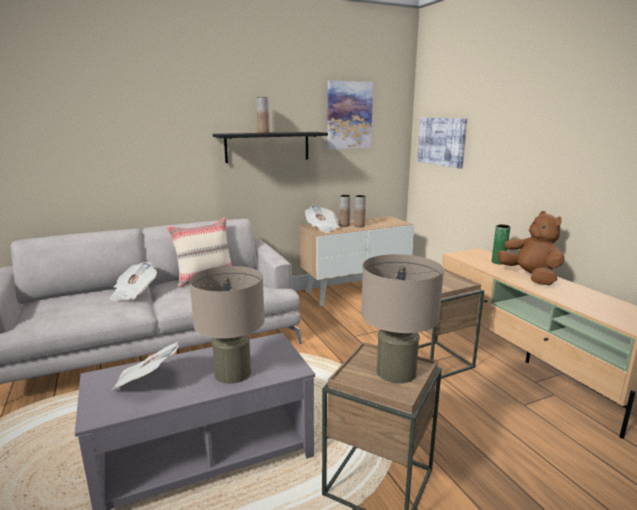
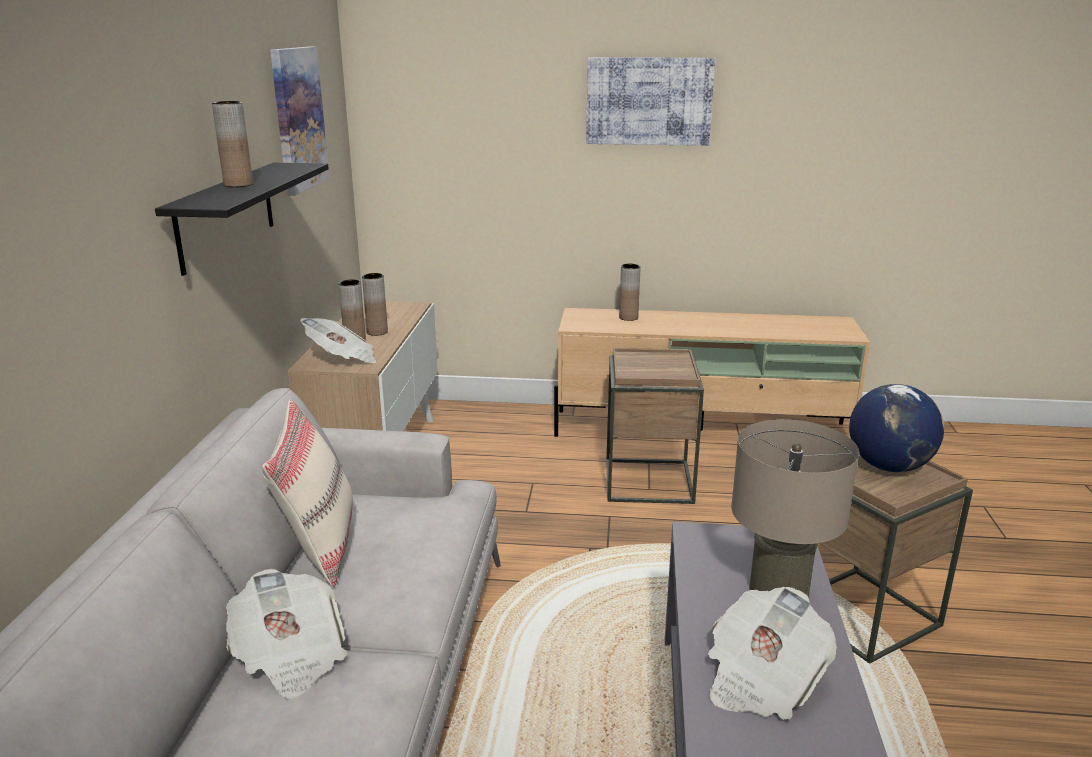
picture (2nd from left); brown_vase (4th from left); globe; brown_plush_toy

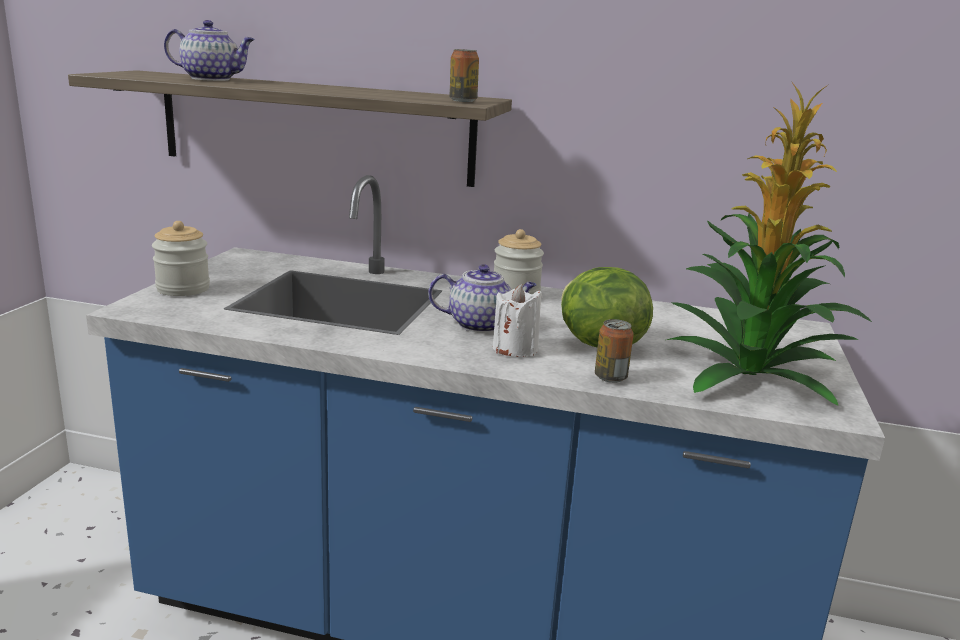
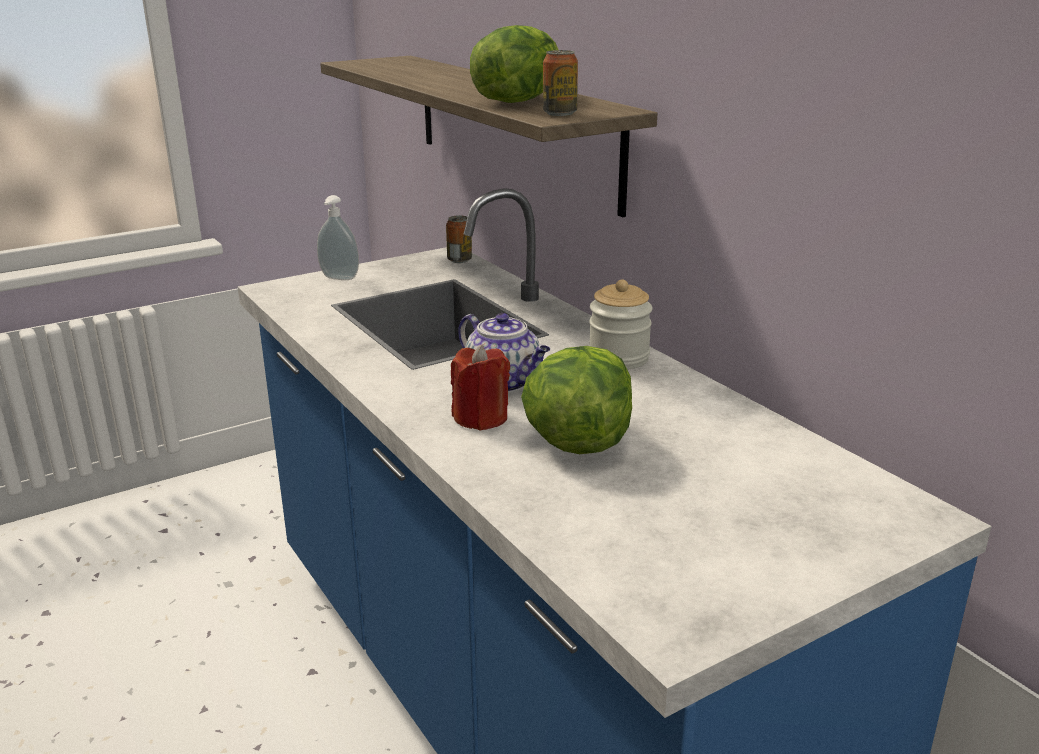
soap_dispenser; can (1st from left); red_candle; lettuce (1st from left); teapot (1st from left in the first image); potted_plant

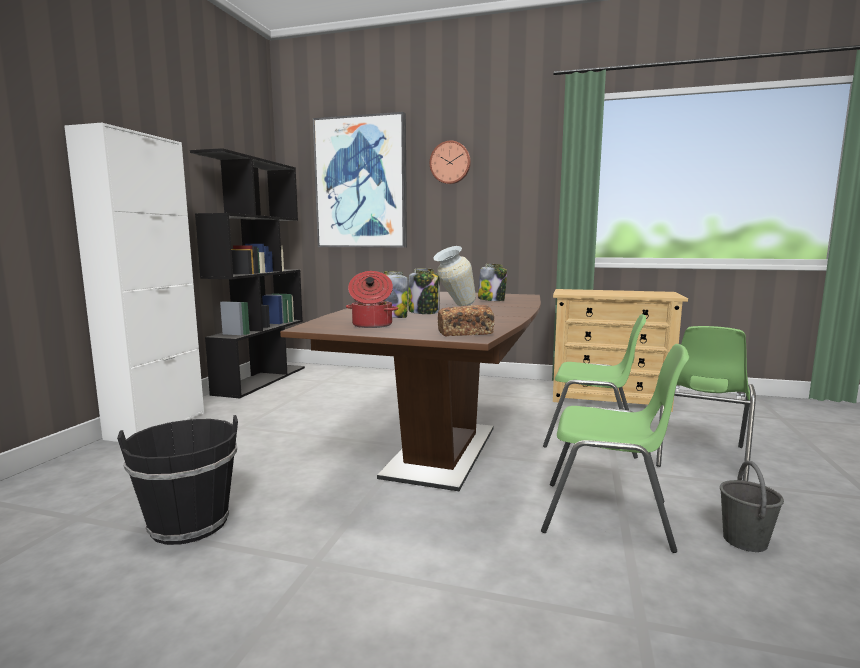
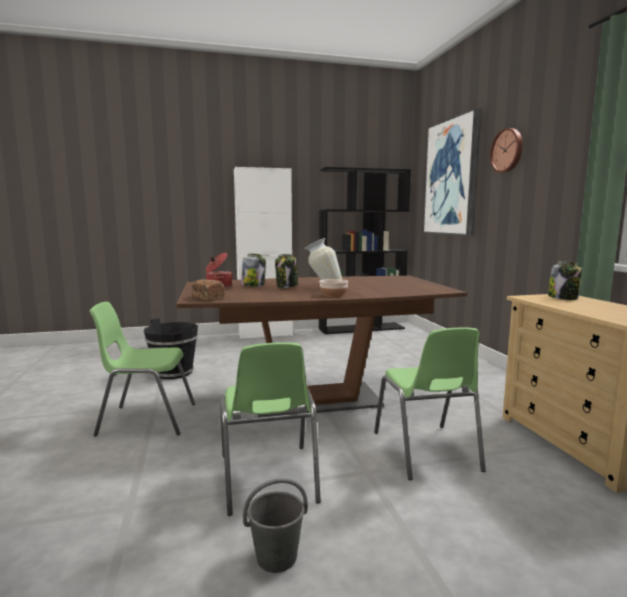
green_chair (1st from left); bowl; jar (3rd from left)

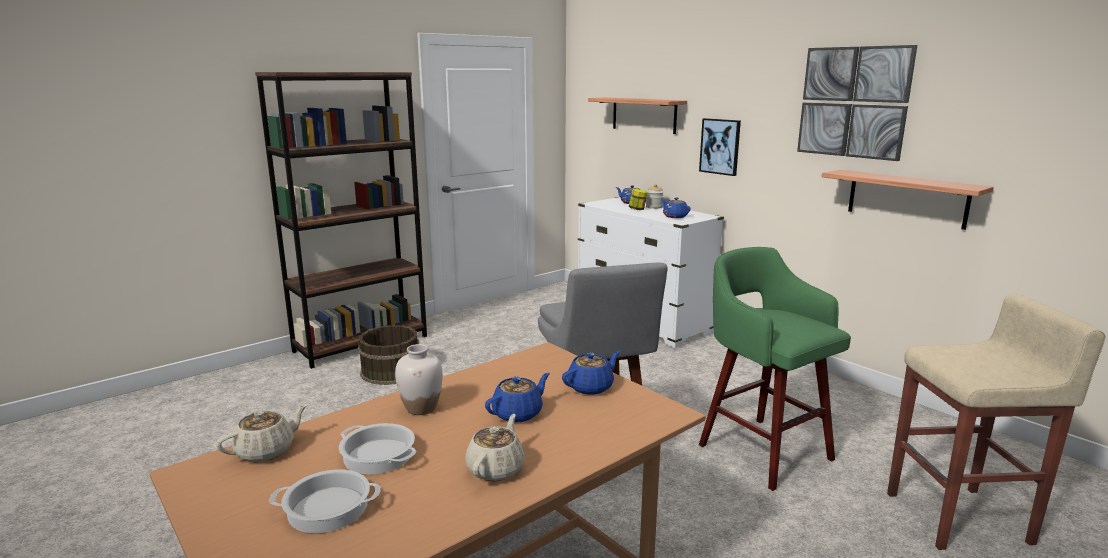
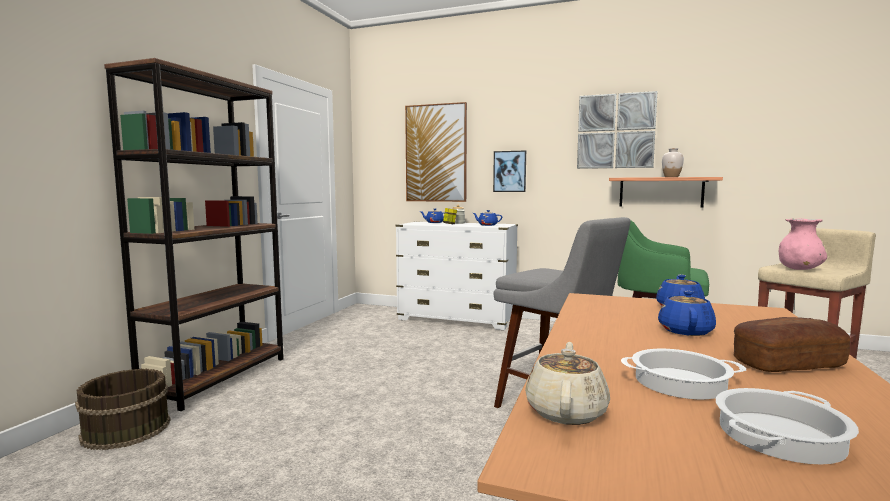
brown_bucket; picture (1st from left); white_vase; bread; pink_vase

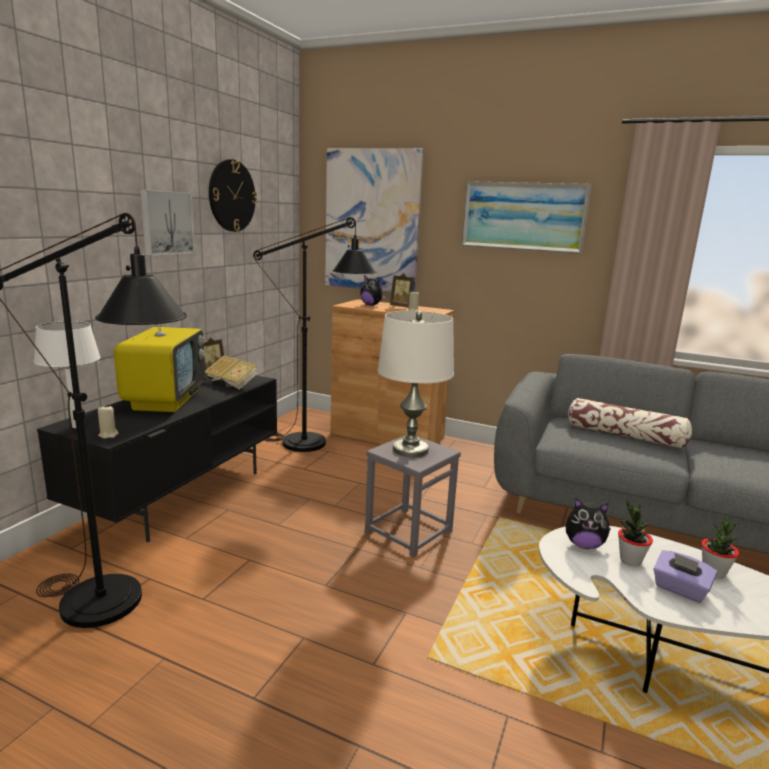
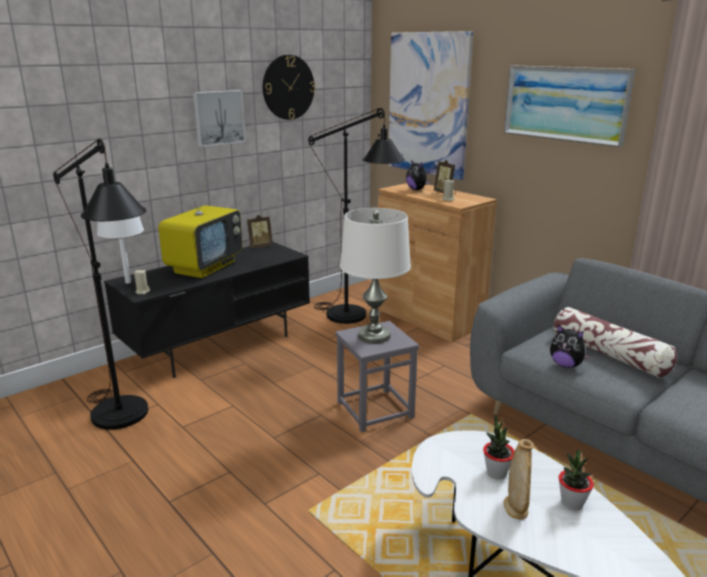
beige_vase; plush_toy (2nd from left); book

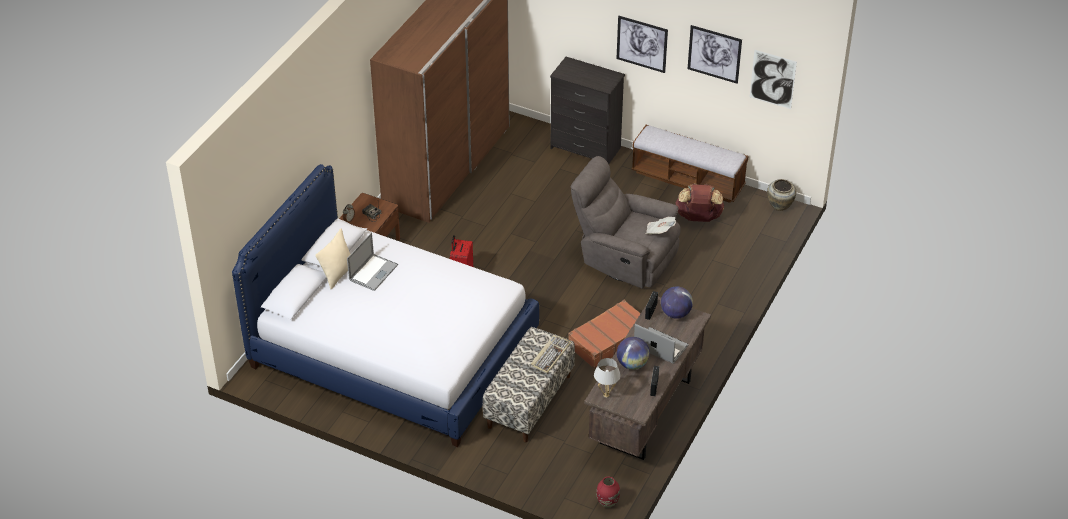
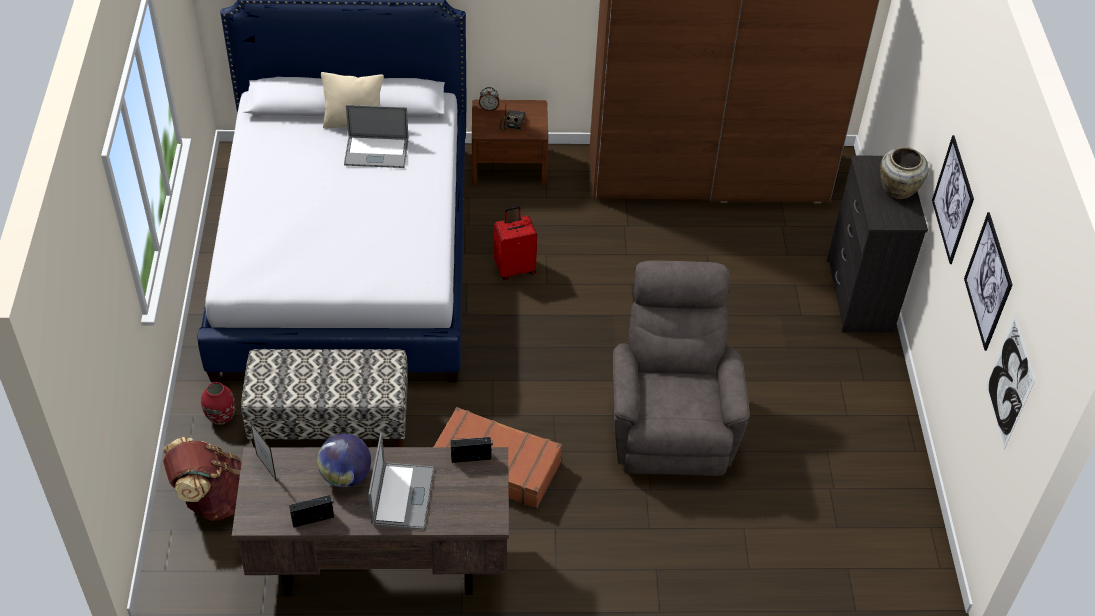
brown_backpack; red_vase; picture_frame; beige_vase; keyboard; bench (2nd from left in the first image); newspaper; globe (2nd from left in the first image)

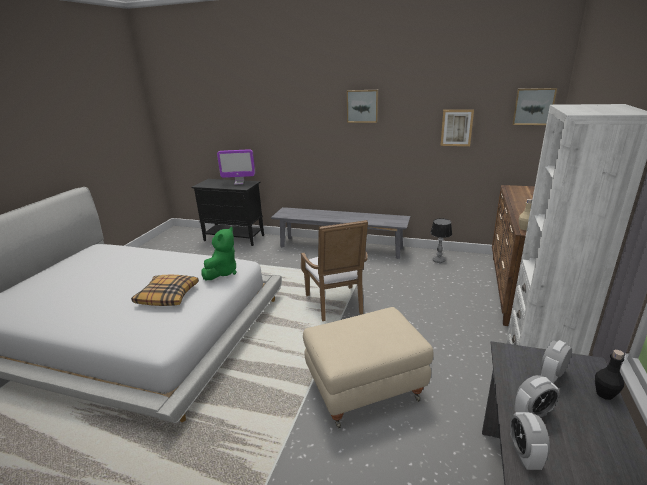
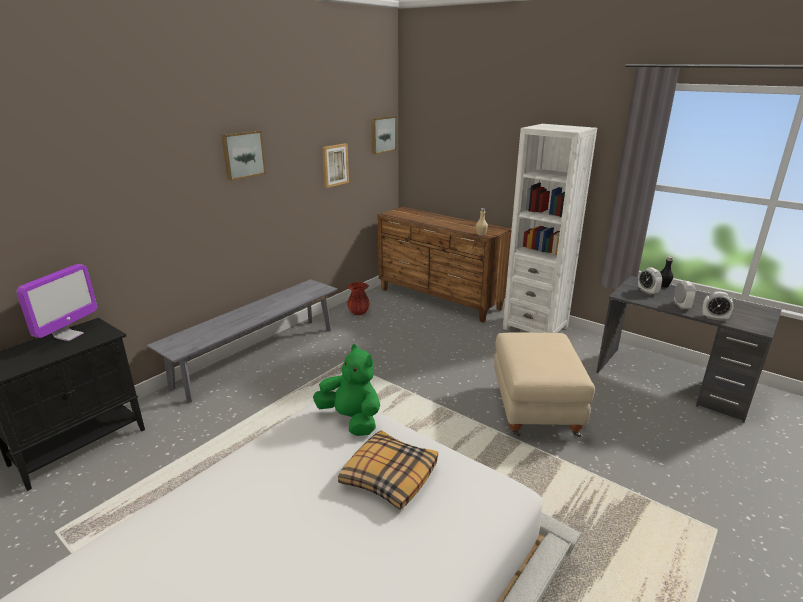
red_vase; white_armchair

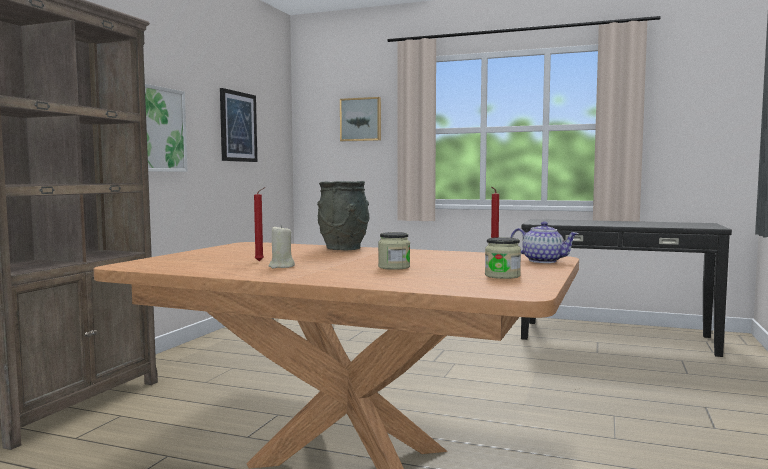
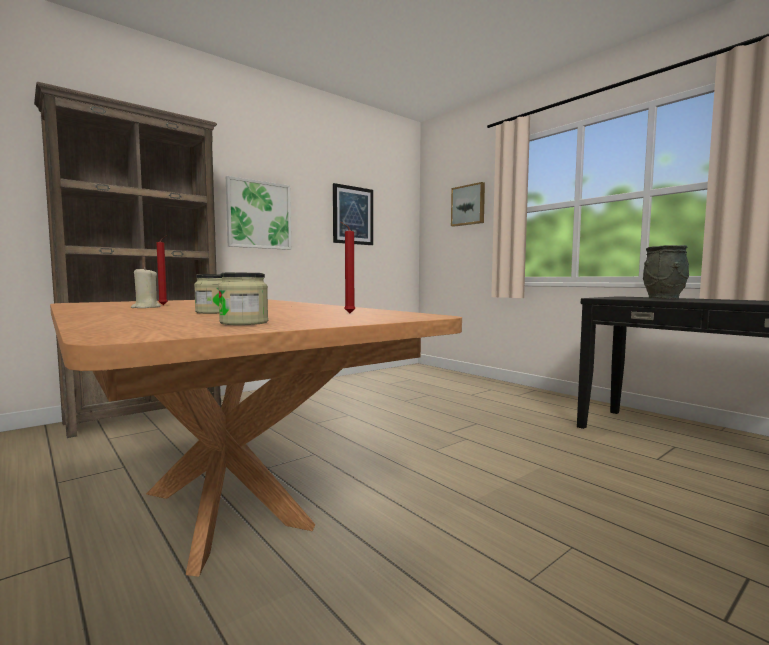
grey_vase; teapot

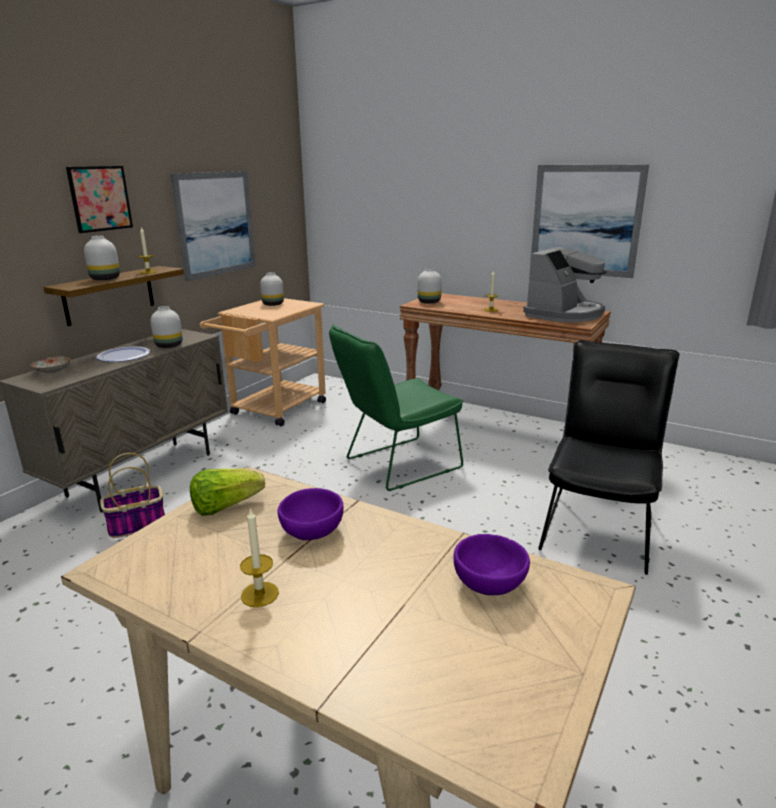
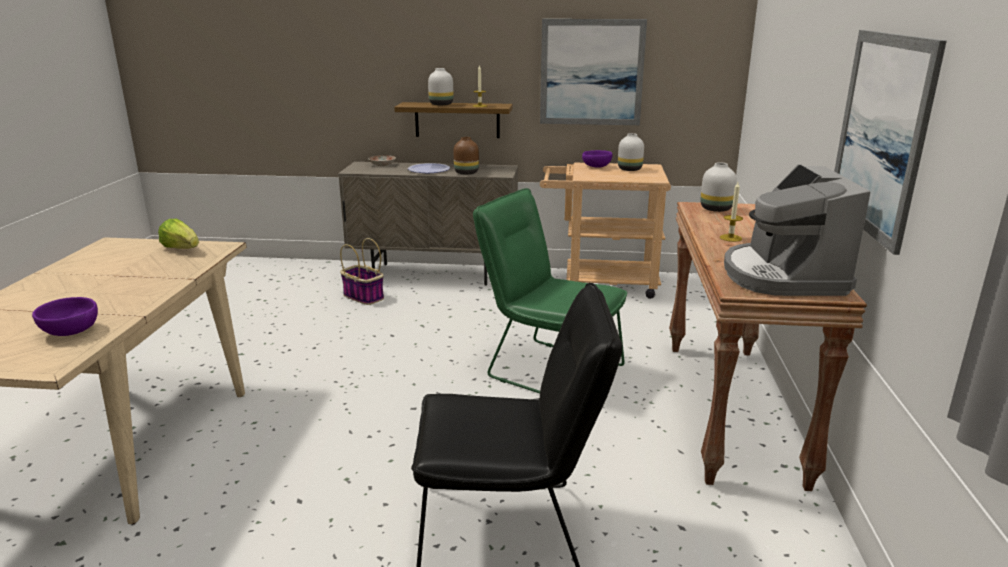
brown_vase; purple_bowl (2nd from left); coffee_machine; picture (1st from left in the first image); candle (2nd from left in the first image)

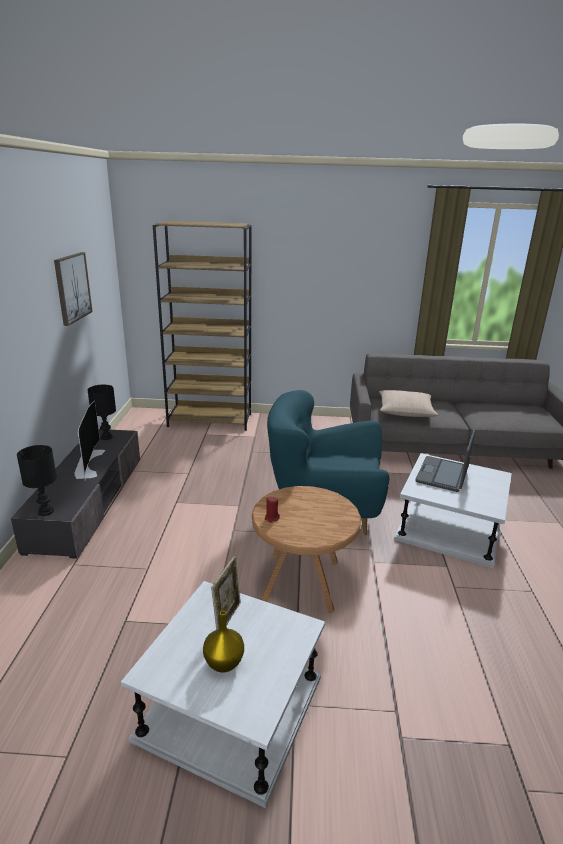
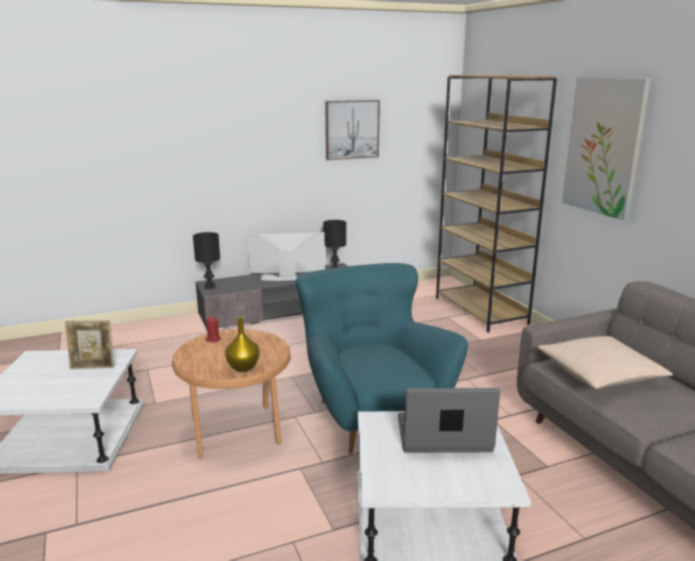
yellow_vase; television; picture (2nd from left)

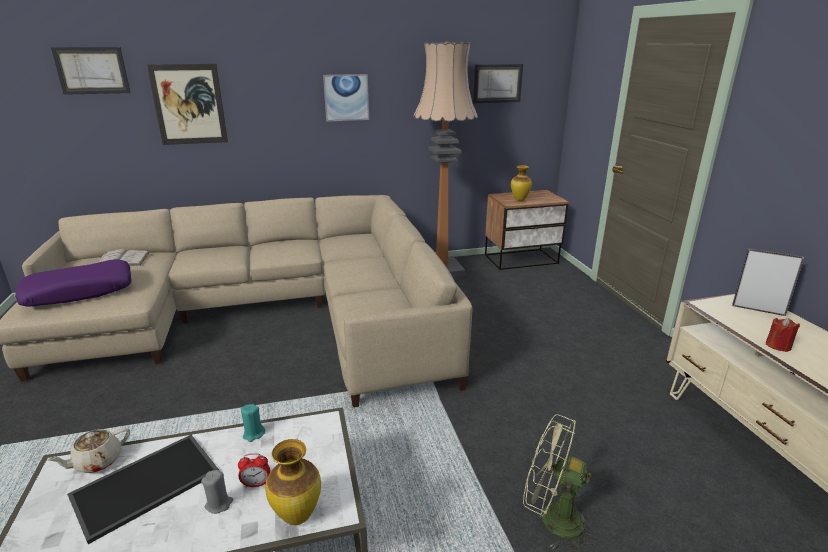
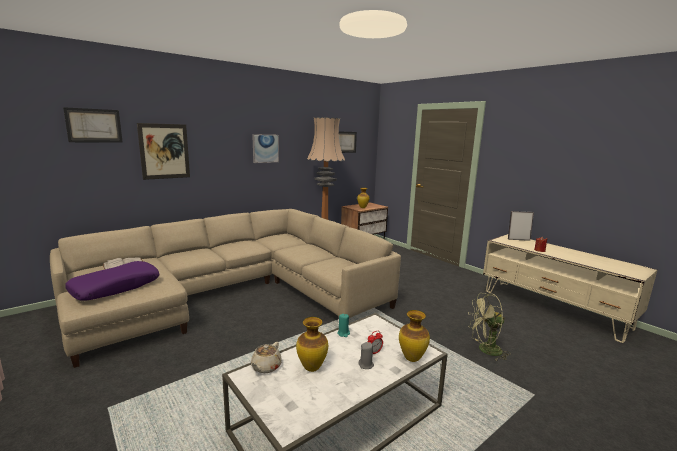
vase (1st from left)

